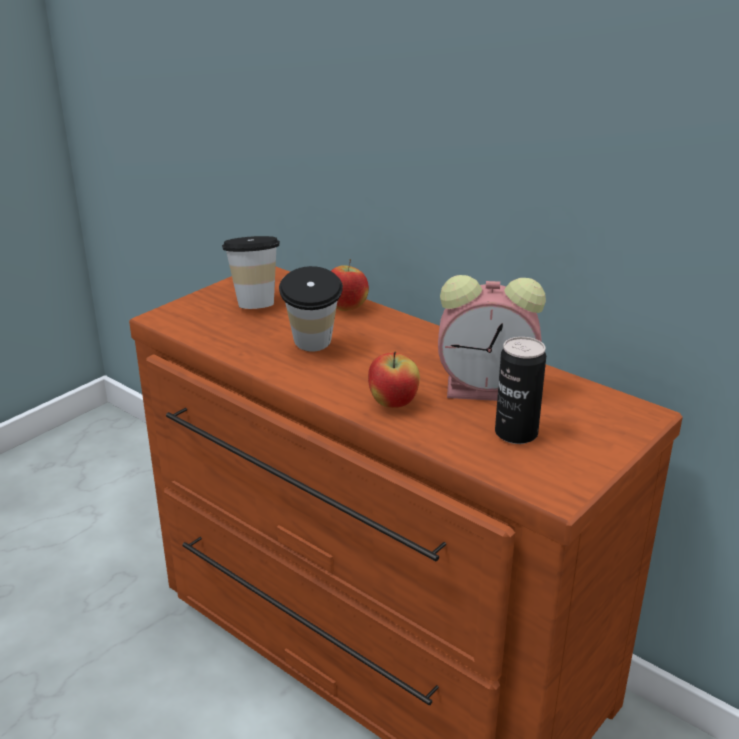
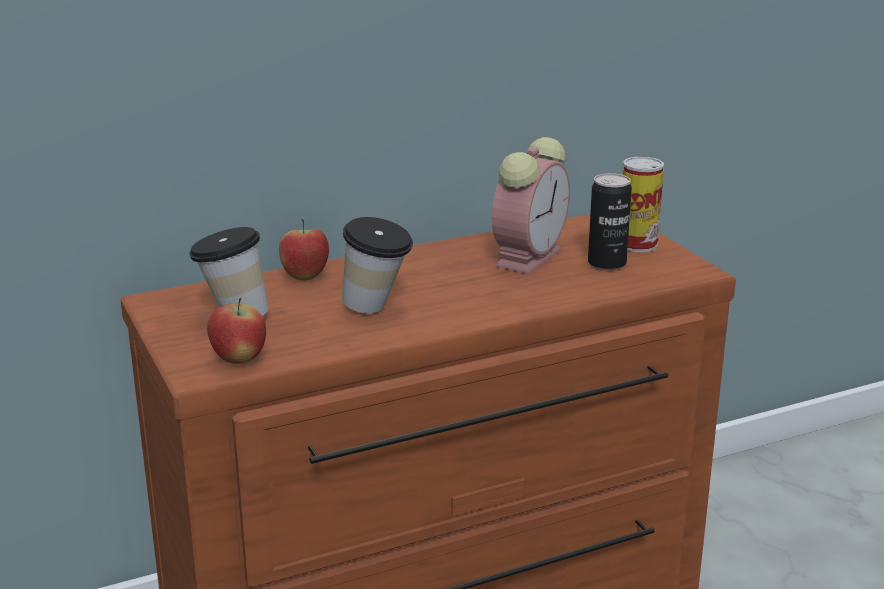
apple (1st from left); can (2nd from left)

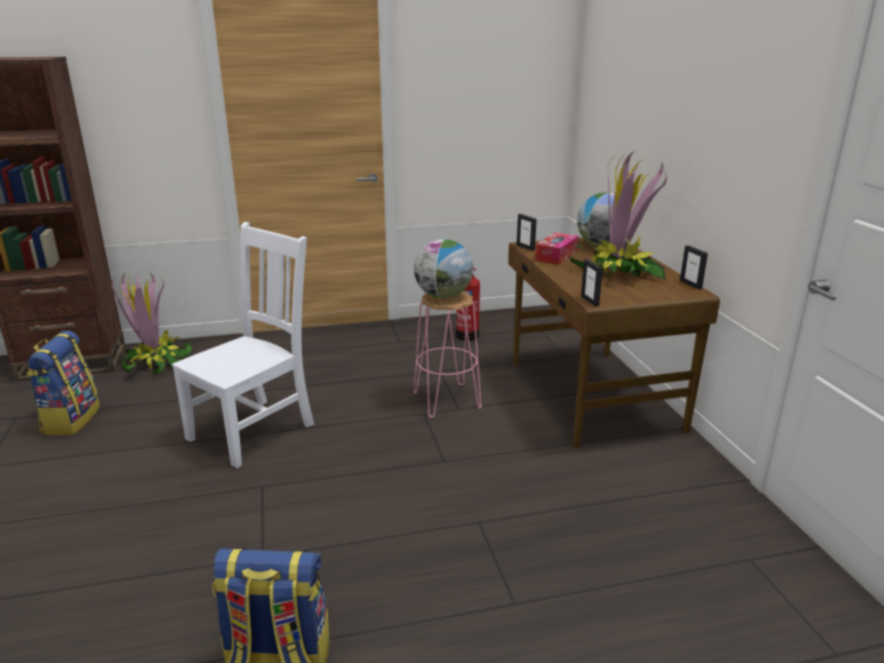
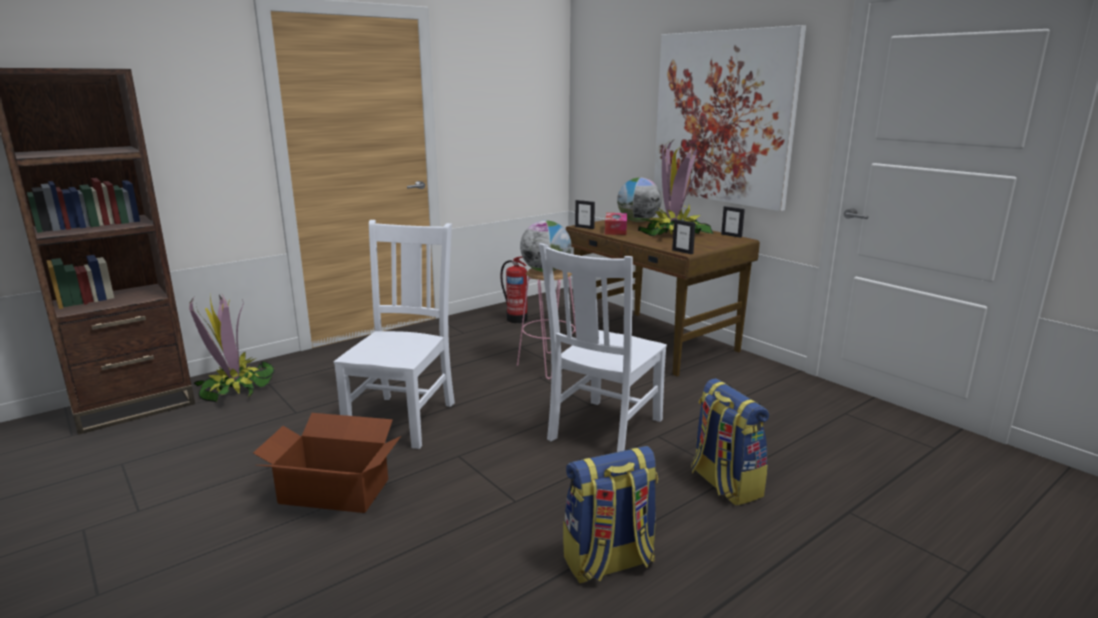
cardboard_box; white_chair (2nd from left); picture; backpack (2nd from left)

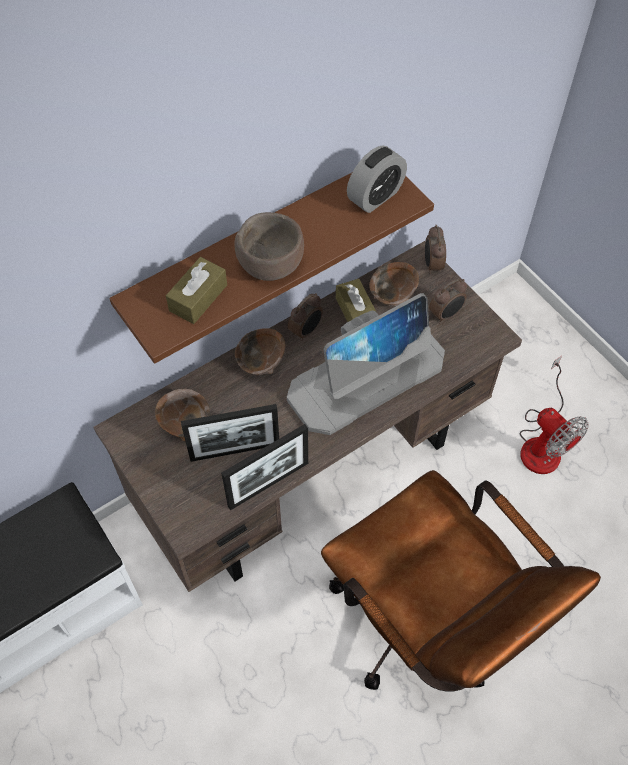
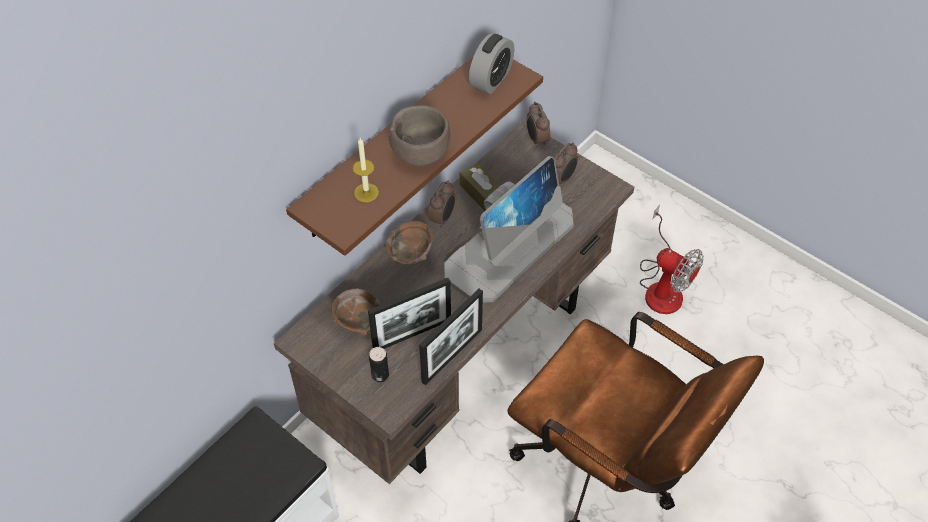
candle; can; brown_bowl (4th from left in the first image)

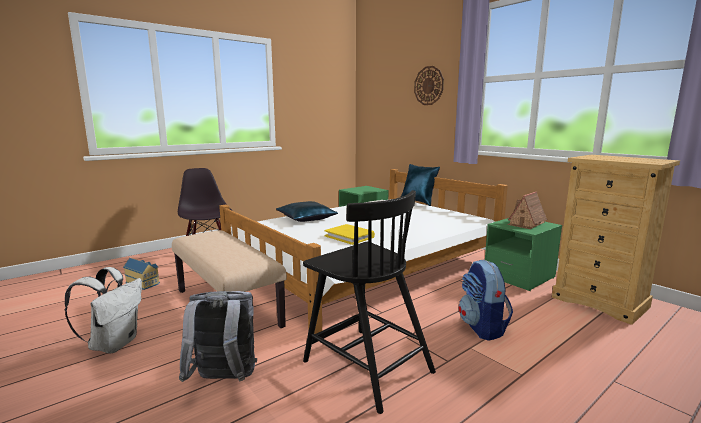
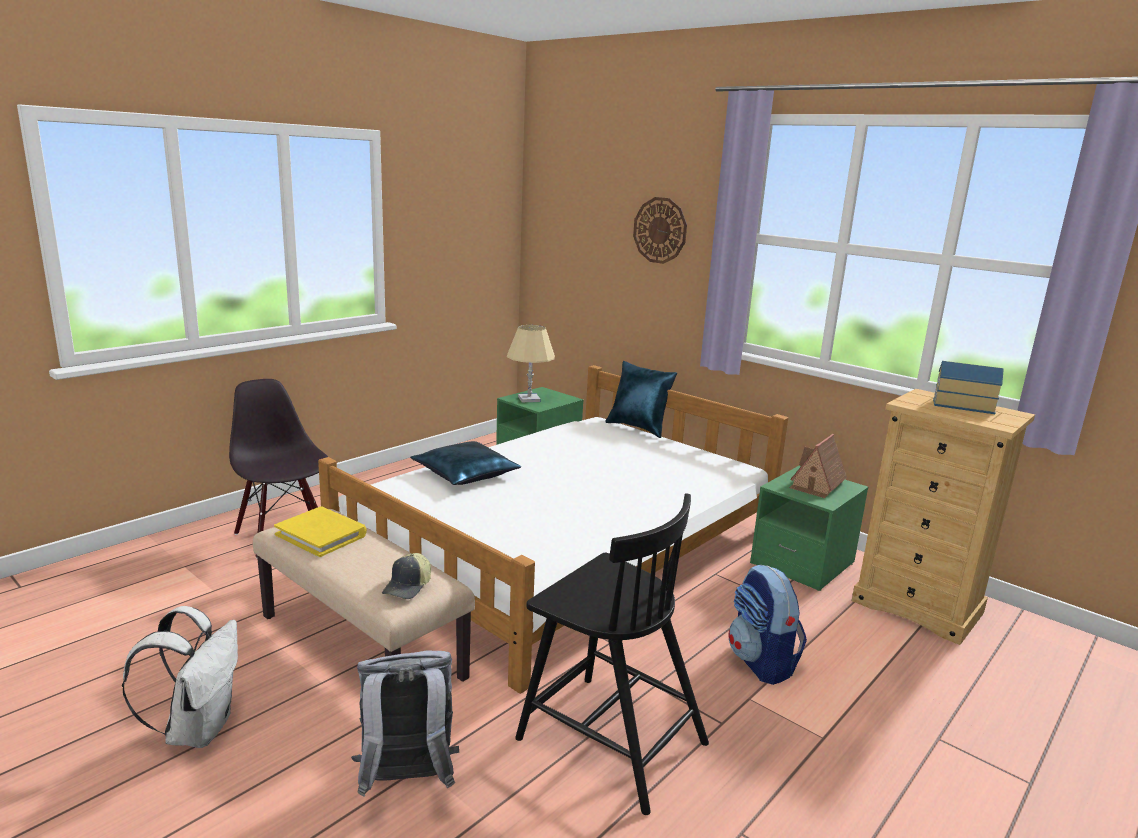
yellow_book; cap; beige_table_lamp; toy_house (2nd from left)

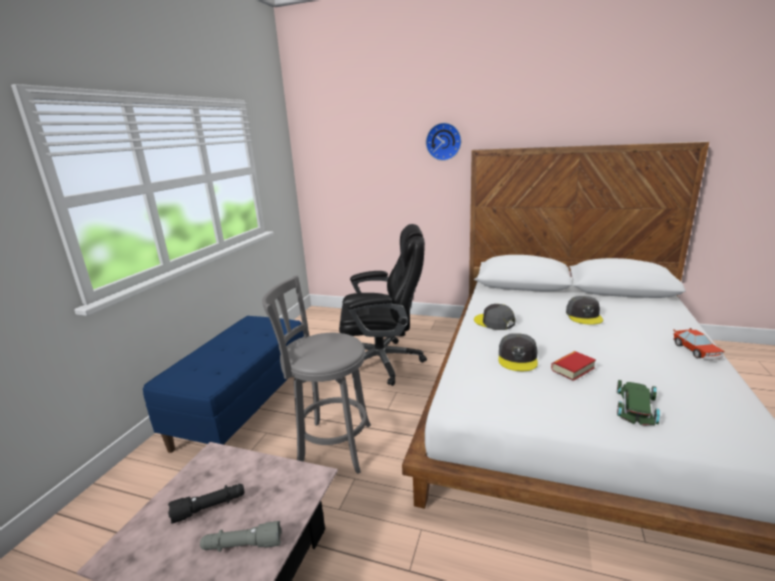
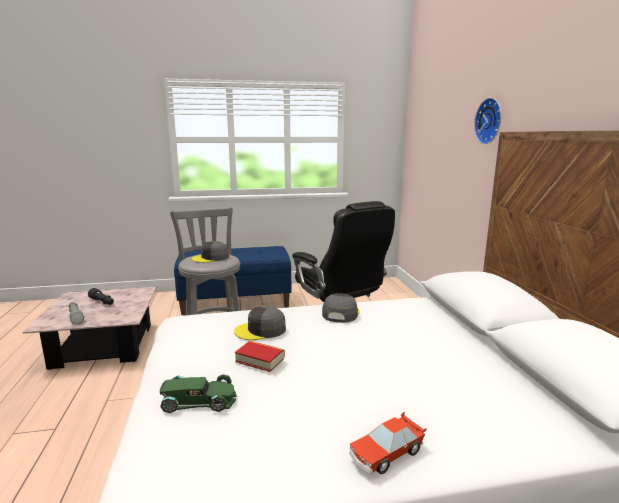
grey_cap (1st from left)

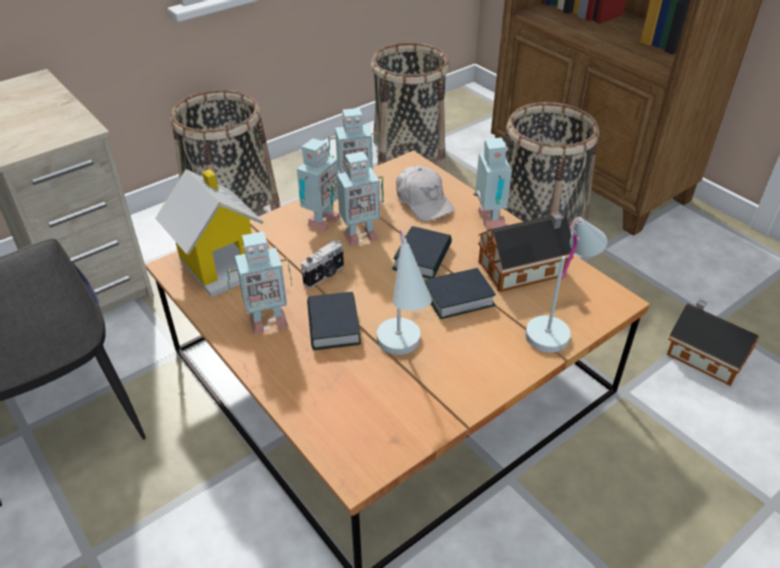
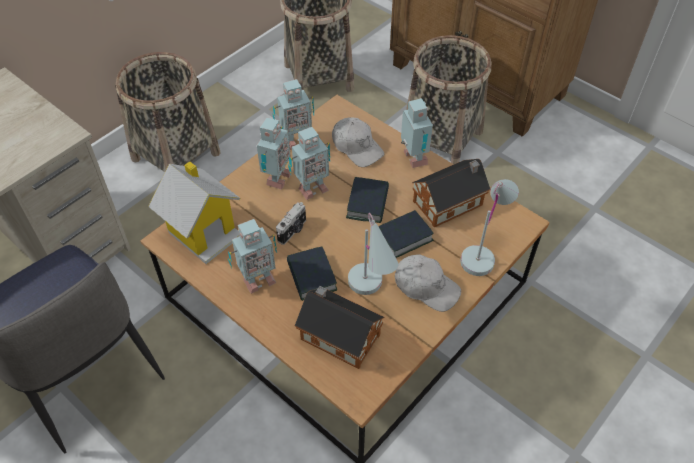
toy_house (2nd from left); white_cap (2nd from left)

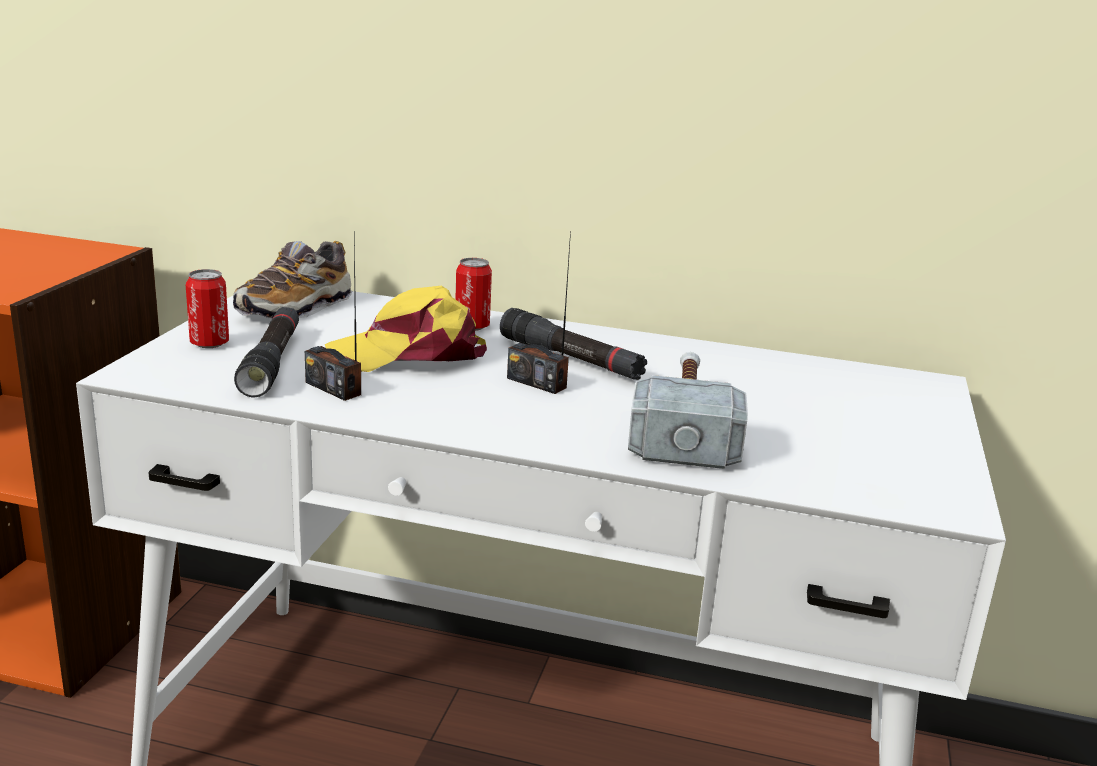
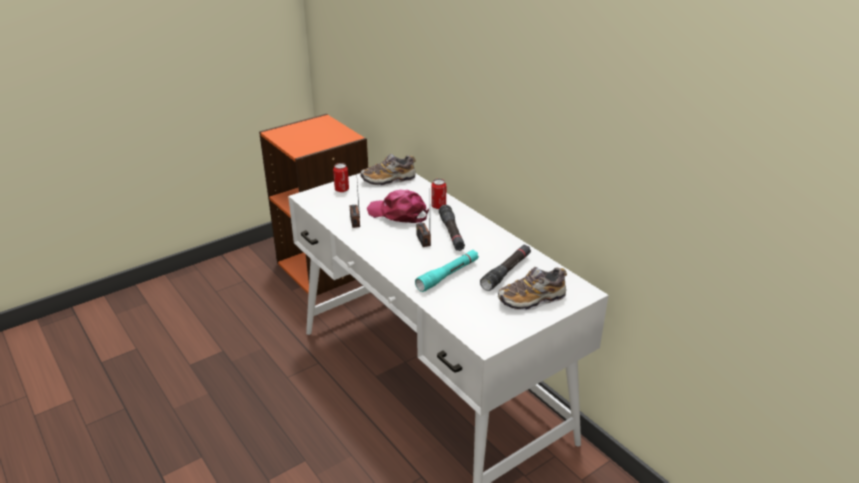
pink_cap; turquoise_flashlight; black_flashlight (2nd from left); shoe (2nd from left)

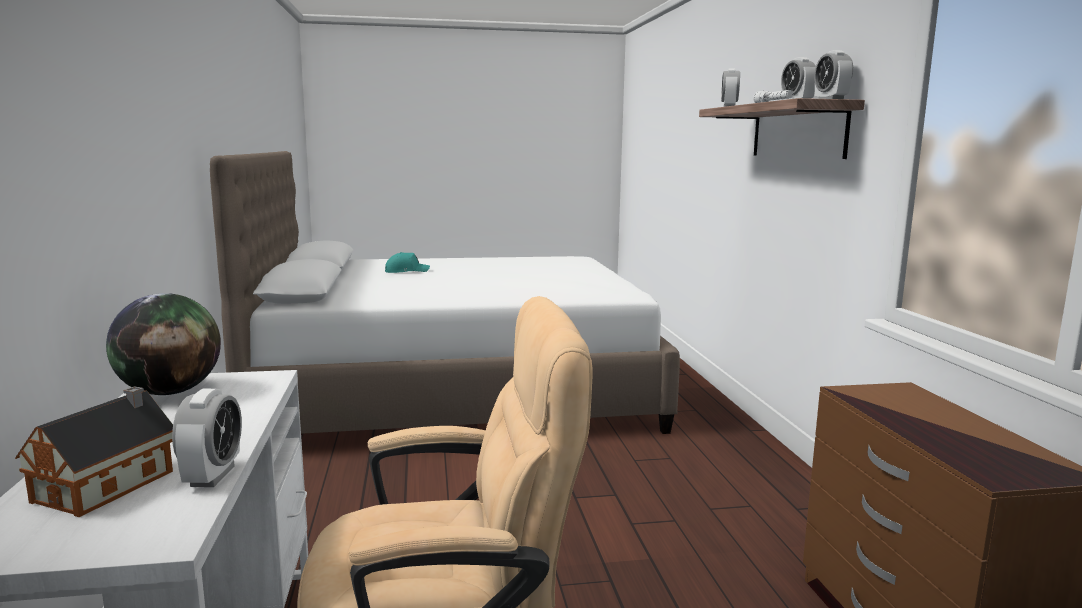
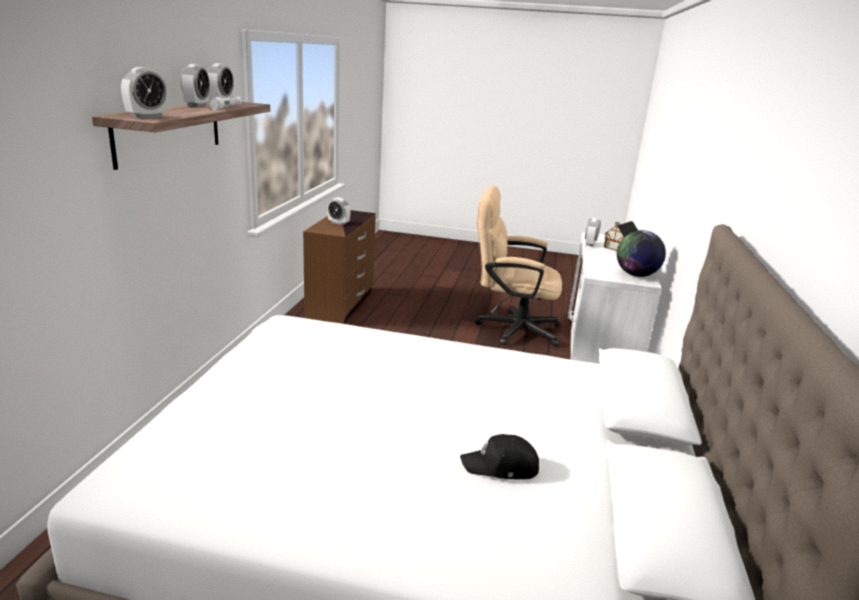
alarm_clock (4th from left); black_cap

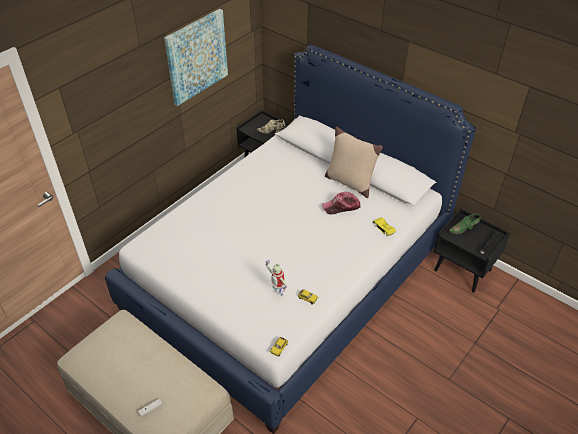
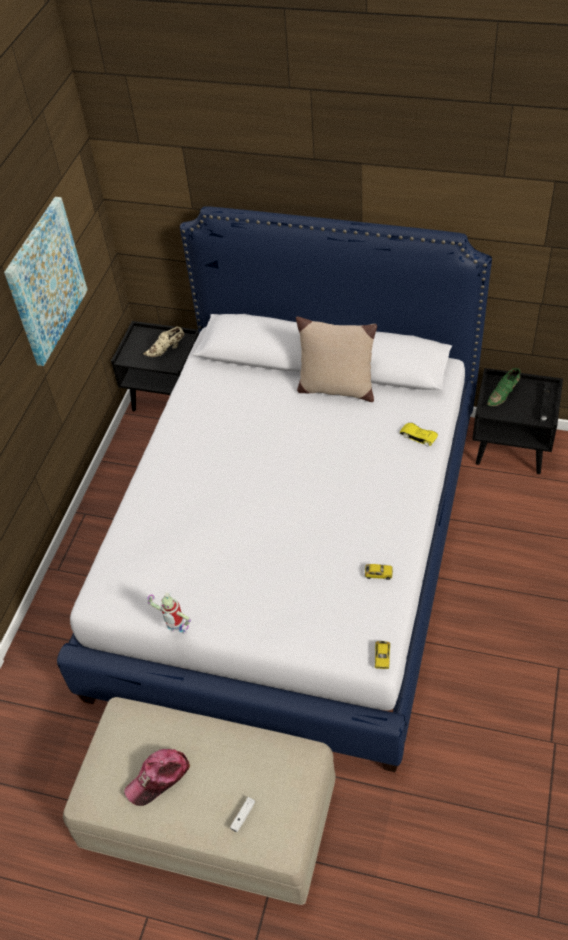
cap; toy_robot

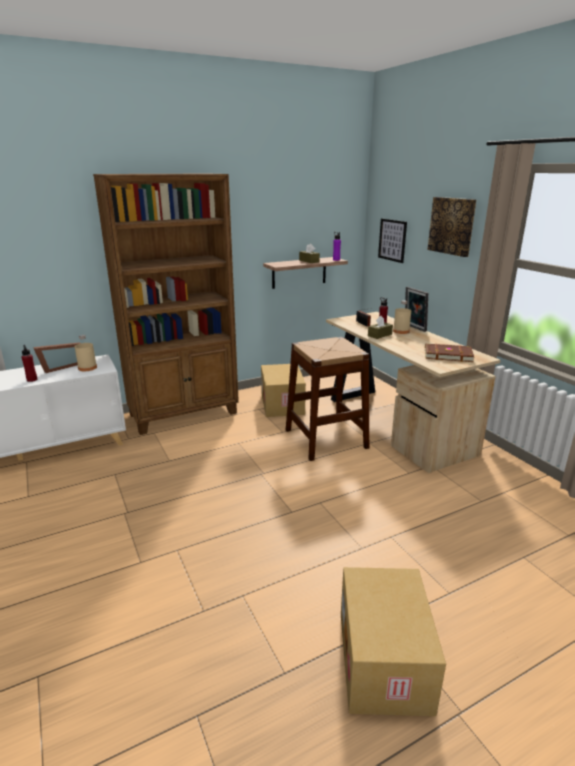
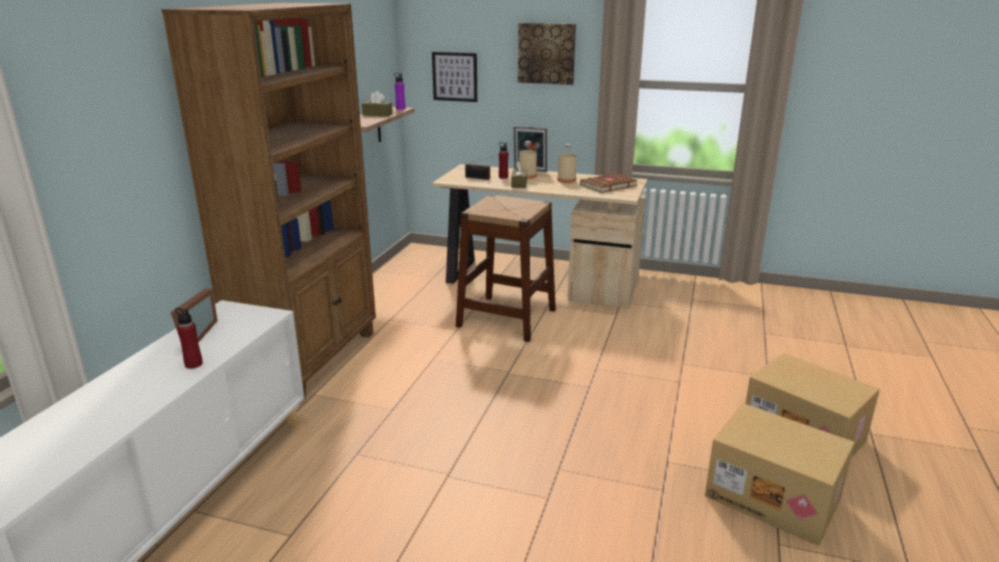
beige_bottle (2nd from left); cardboard_box (1st from left)

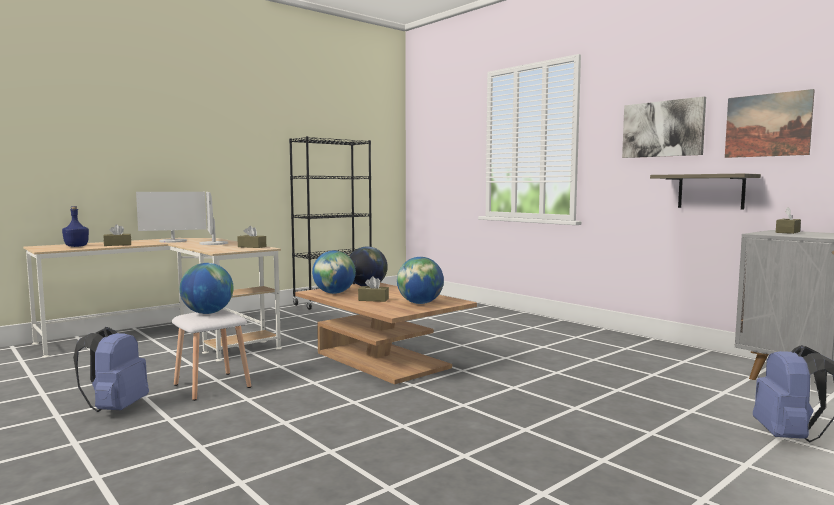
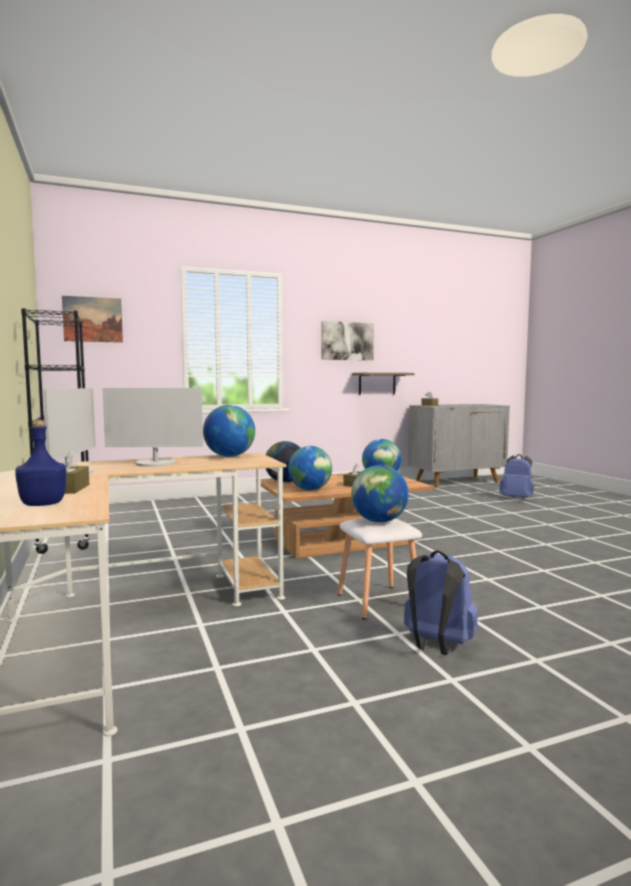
picture (1st from left); globe (1st from left)

